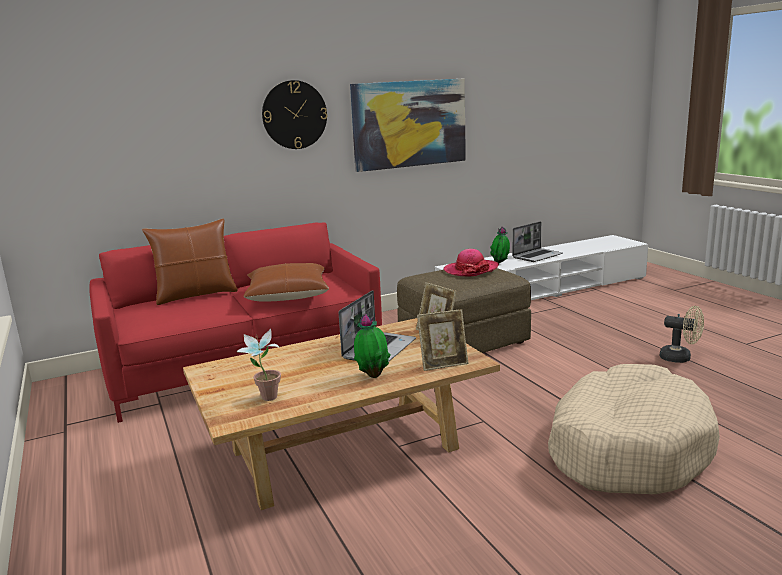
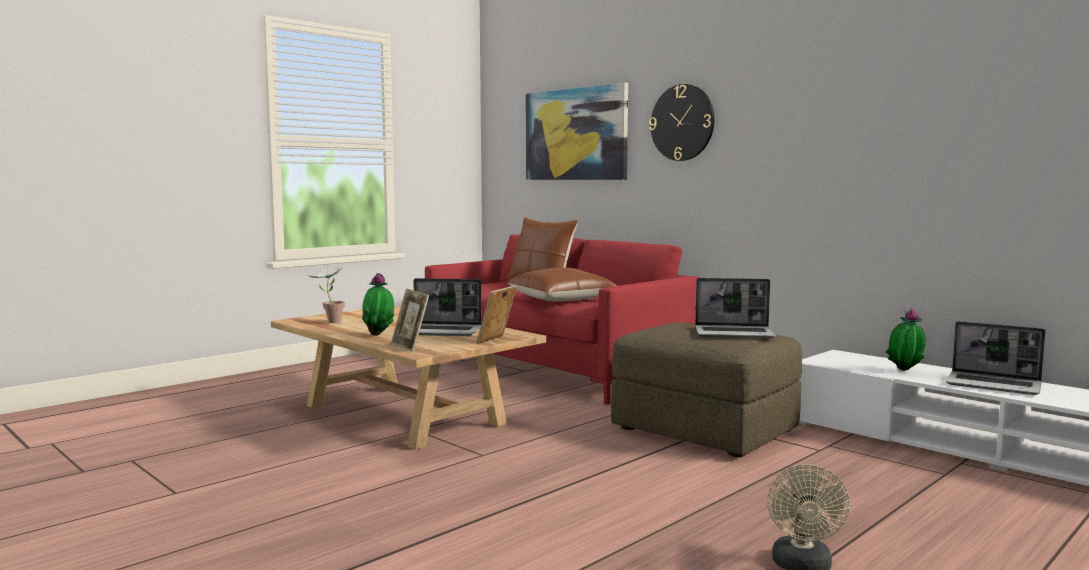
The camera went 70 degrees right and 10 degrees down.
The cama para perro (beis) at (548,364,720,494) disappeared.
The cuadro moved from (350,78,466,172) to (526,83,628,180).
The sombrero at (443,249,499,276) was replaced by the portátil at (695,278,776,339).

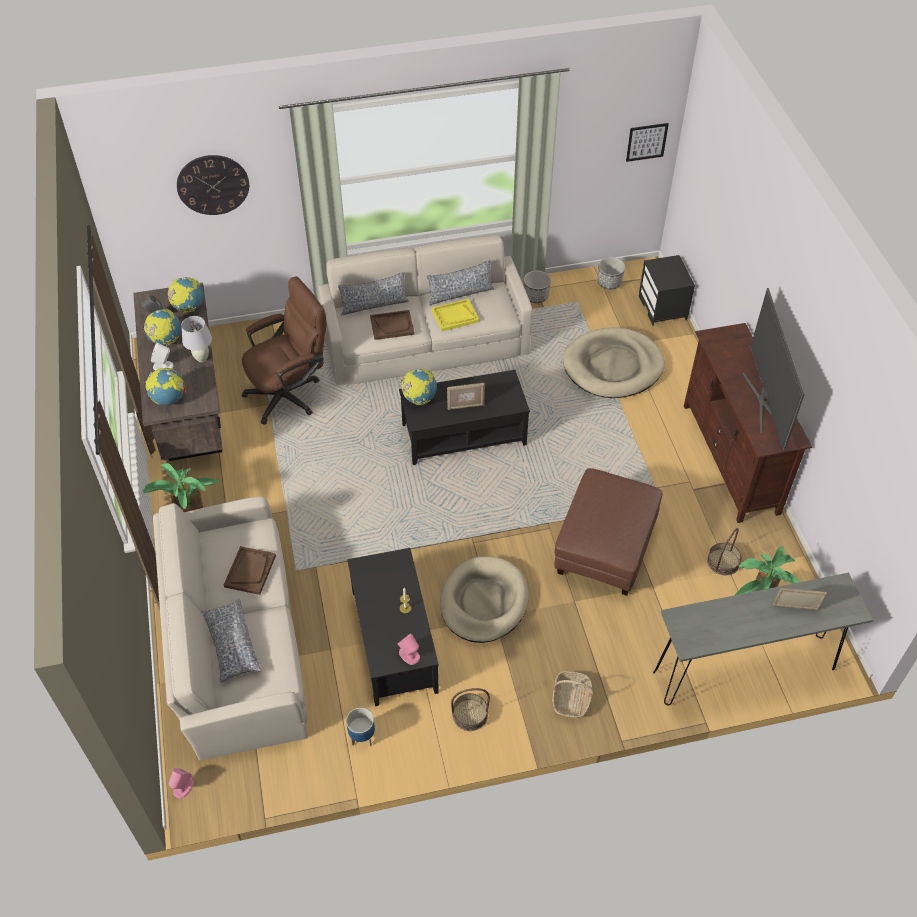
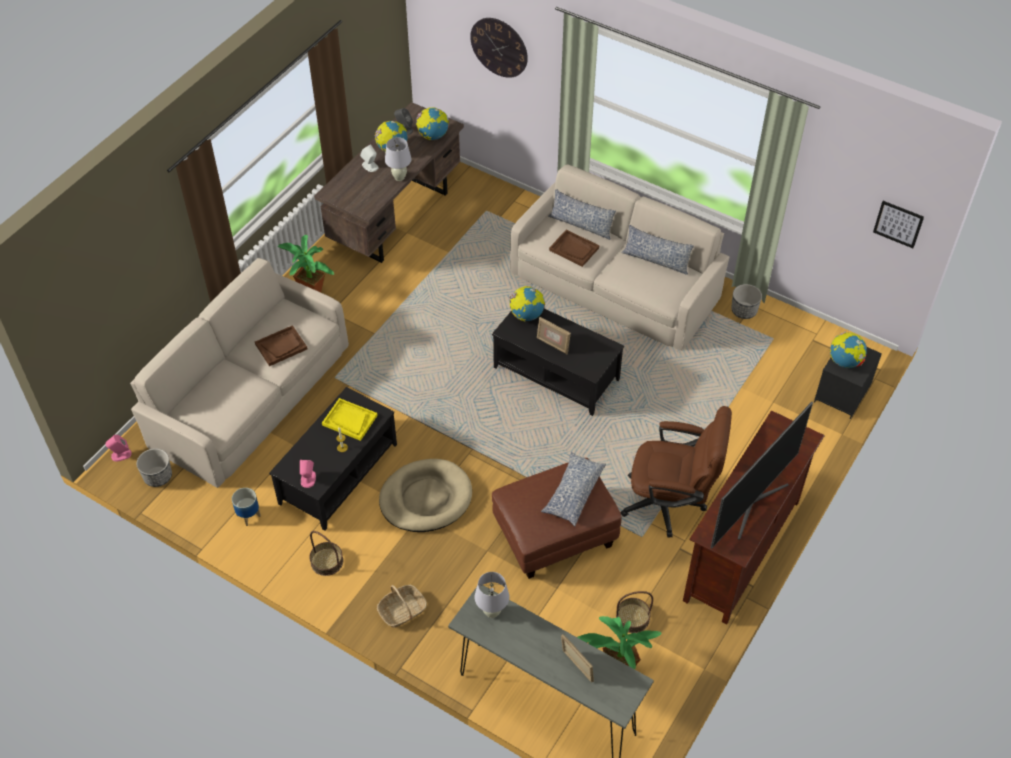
The camera went 45 degrees right and 0 degrees up.
The cama para perro (beis) at (563,327,665,398) disappeared.
The lámpara de mesa (blanco) at (475,572,509,618) appeared.
The globo terráqueo moved from (146,368,186,405) to (830,331,867,368).
The cojín moved from (201,598,261,682) to (541,452,606,526).
The silla de oficina (marrón) moved from (242,277,326,425) to (621,406,732,538).
The bandeja (amarillo) moved from (431,299,479,331) to (322,398,378,441).
The maceta moved from (597,257,625,290) to (136,448,172,487).

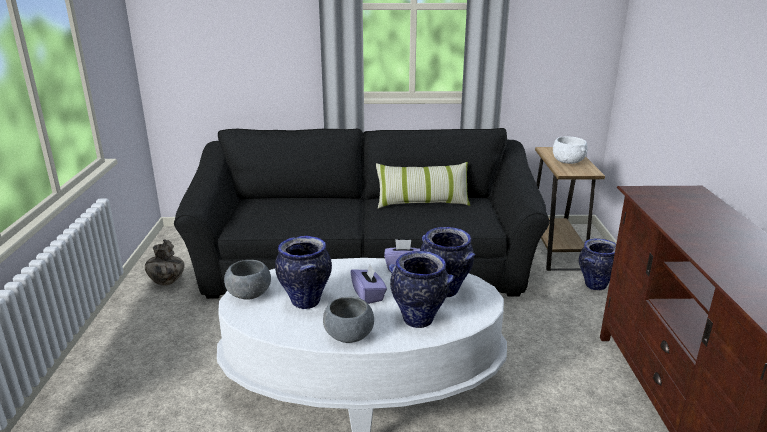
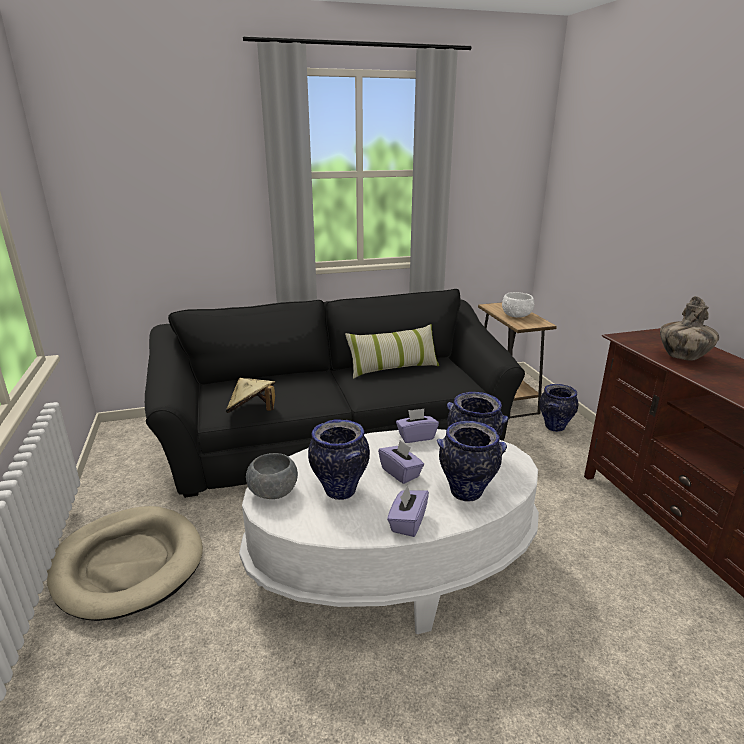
The camera went 15 degrees left and 0 degrees up.
The cama para perro (beis) at (47,506,203,621) appeared.
The sombrero (beis) at (226,378,276,413) appeared.
The florero moved from (145,240,185,286) to (660,296,719,361).
The cuenco (gris) at (323,297,374,343) was replaced by the caja de pañuelos (morado) at (387,485,429,537).

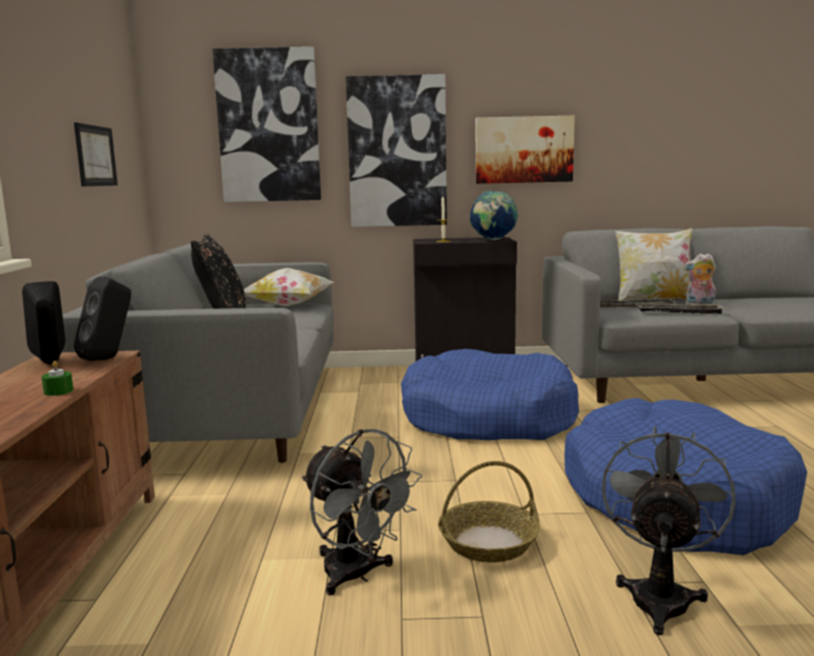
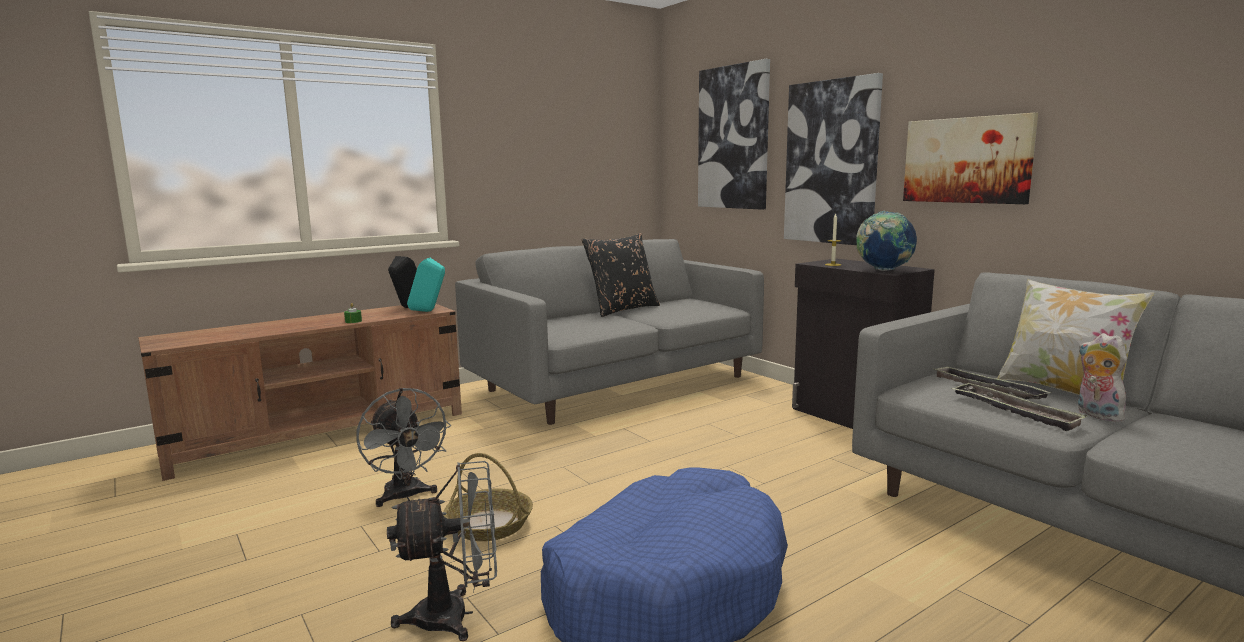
The camera went 55 degrees right and 0 degrees up.
The cuadro at (74,123,118,186) disappeared.
The cojín at (244,268,333,306) disappeared.
The cama para perro (azul) at (401,349,579,440) disappeared.
The altavoz (negro) at (74,277,131,361) became the altavoz (turquesa) at (407,258,445,312).
The ventilador (gris) at (302,429,422,595) turned 45 degrees counterclockwise.

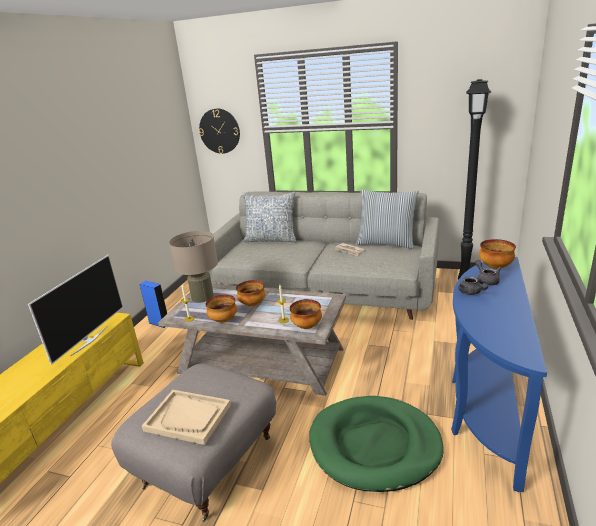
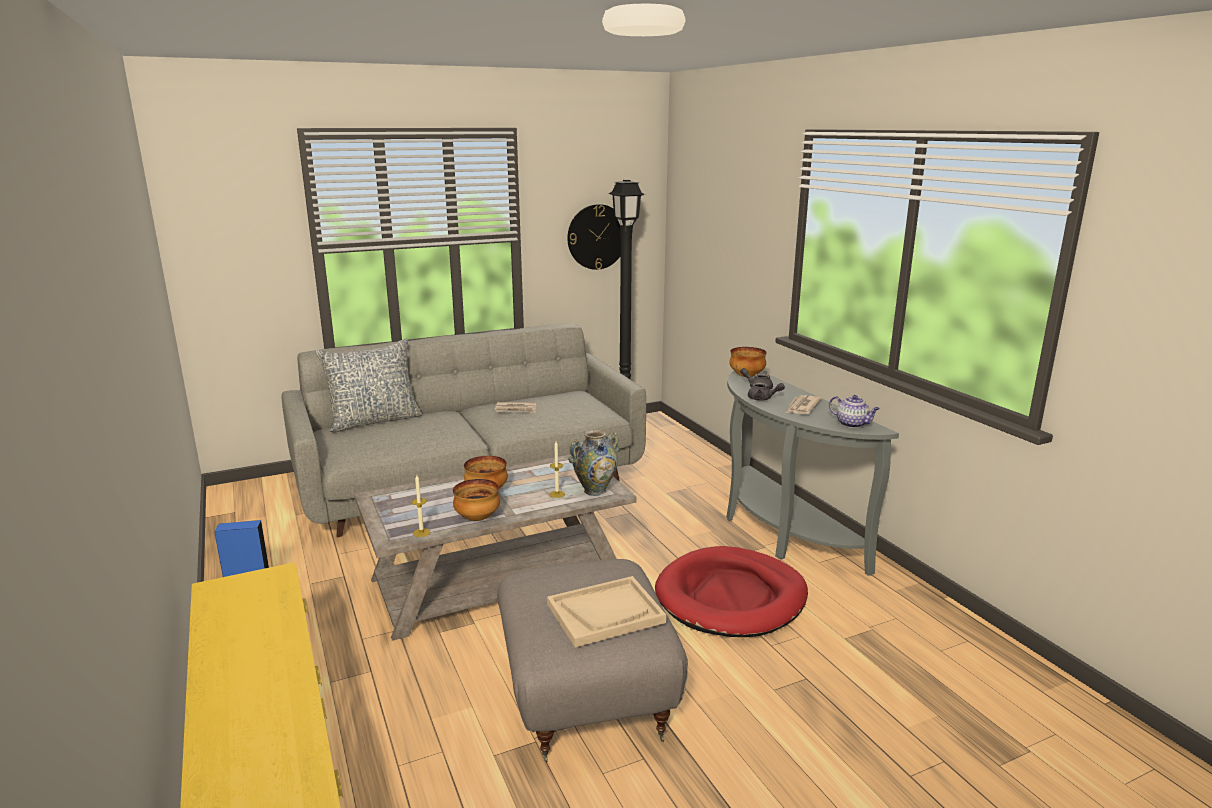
The camera went 45 degrees left and 5 degrees down.
The televisor at (28,255,123,365) disappeared.
The lámpara de mesa (beis) at (169,231,218,303) disappeared.
The cojín at (356,189,419,249) disappeared.
The periódico at (786,395,821,414) appeared.
The tetera at (829,395,880,428) appeared.
The reloj de pared moved from (199,109,240,154) to (567,204,621,270).
The cuenco at (290,299,322,329) was replaced by the florero at (568,430,620,496).
The cama para perro (verde) at (309,396,444,492) became the cama para perro (rojo) at (655,546,808,637).
The mesa consola (azul) at (451,257,547,492) became the mesa consola (gris) at (726,371,899,576).

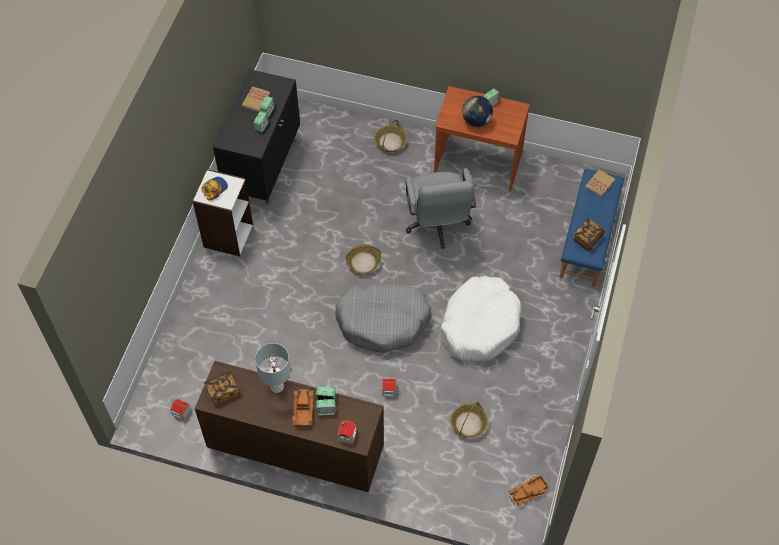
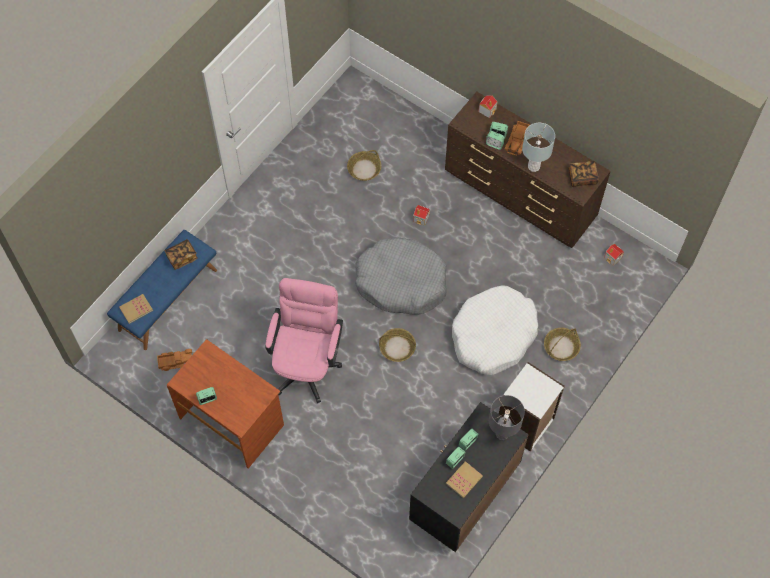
The camera went 160 degrees left and 5 degrees up.
The gorra at (201,177,228,201) disappeared.
The globo terráqueo at (462,96,493,127) disappeared.
The lámpara de mesa (gris) at (489,395,525,440) appeared.
The cesta moved from (374,120,407,152) to (544,328,581,361).
The cama para perro (blanco) moved from (439,276,522,362) to (452,285,538,375).
The camión de juguete moved from (509,475,548,506) to (157,349,192,371).
The silla de oficina (gris) at (406,168,476,249) became the silla de oficina (rosa) at (265,278,343,403).

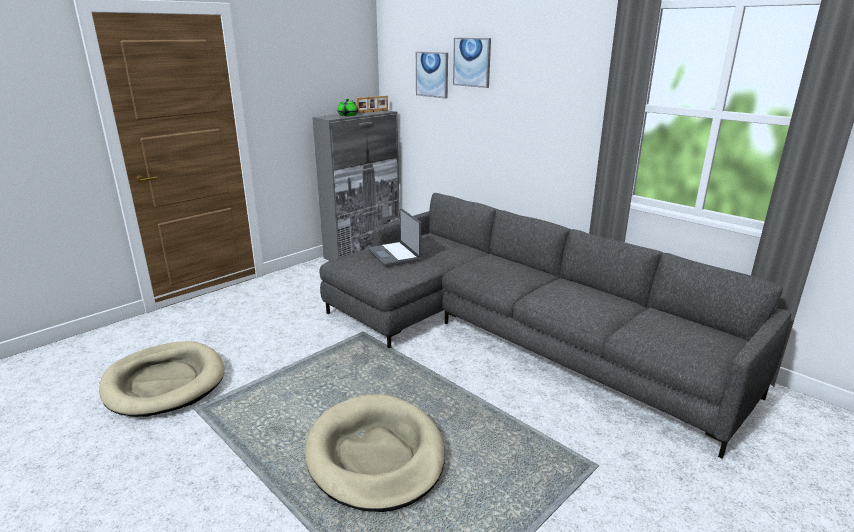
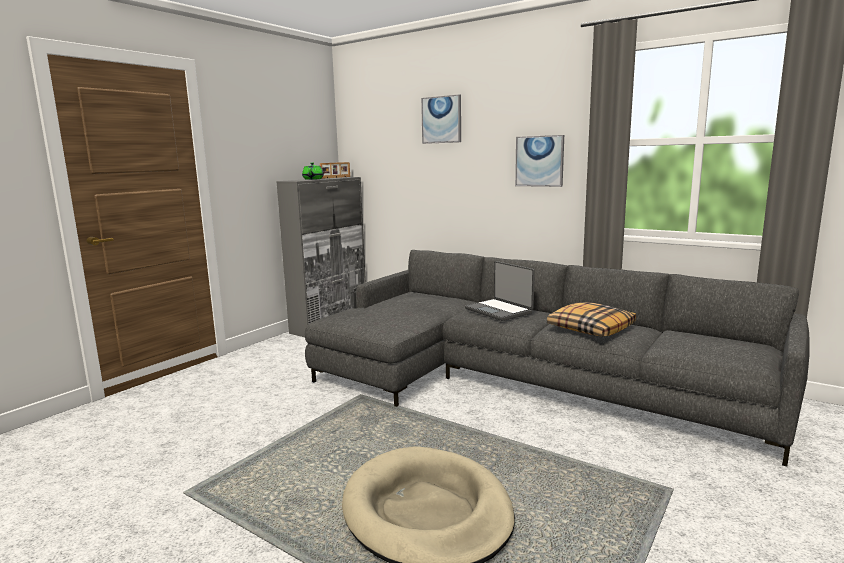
The camera went 10 degrees left and 10 degrees down.
The cama para perro (beis) at (99,341,225,417) disappeared.
The cojín at (547,302,636,336) appeared.
The portátil moved from (368,208,421,267) to (465,261,535,321).
The cuadro moved from (416,52,448,99) to (515,135,564,187).

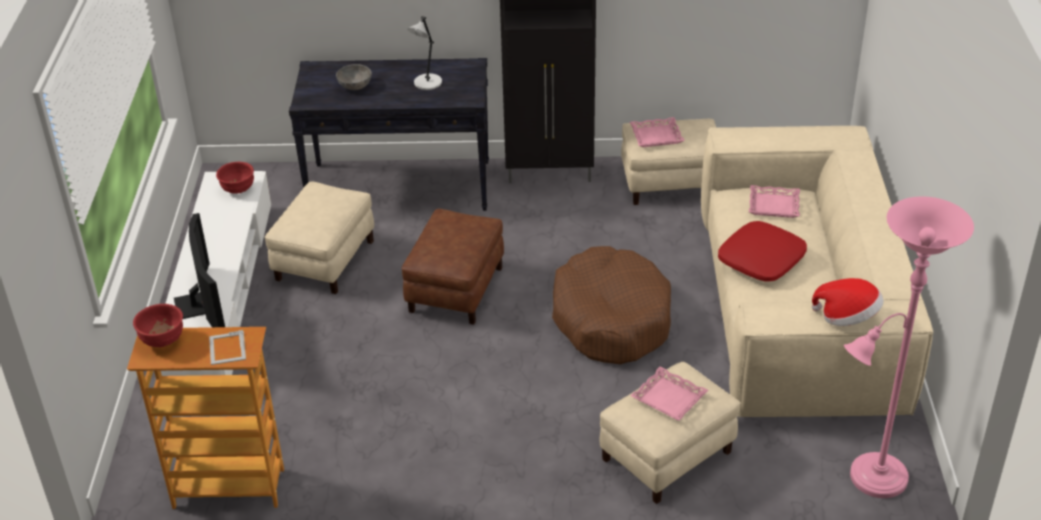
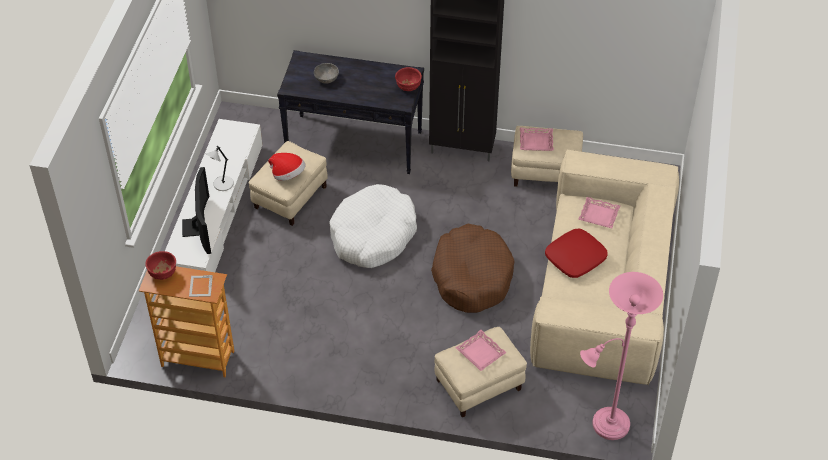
The camera went 10 degrees right and 10 degrees up.
The cuenco (rojo) moved from (216,162,254,194) to (395,67,422,91).
The lámpara de mesa (gris) moved from (407,16,442,90) to (206,146,234,191).
The sombrero moved from (812,278,884,326) to (268,153,306,181).
The puf (marrón) at (402,209,504,325) was replaced by the cama para perro (blanco) at (329,184,417,268).

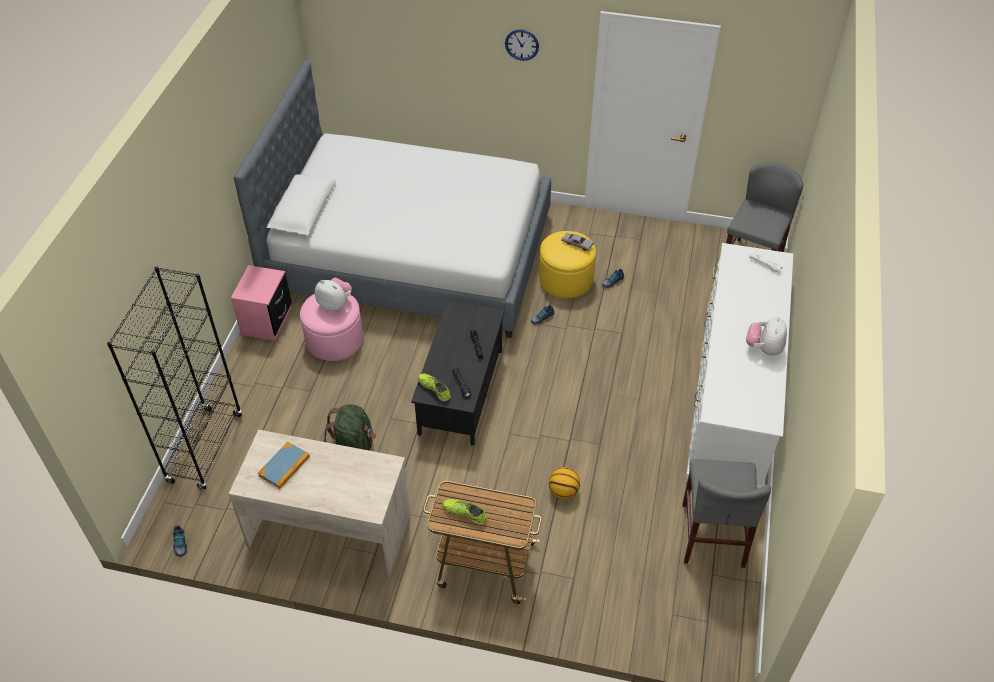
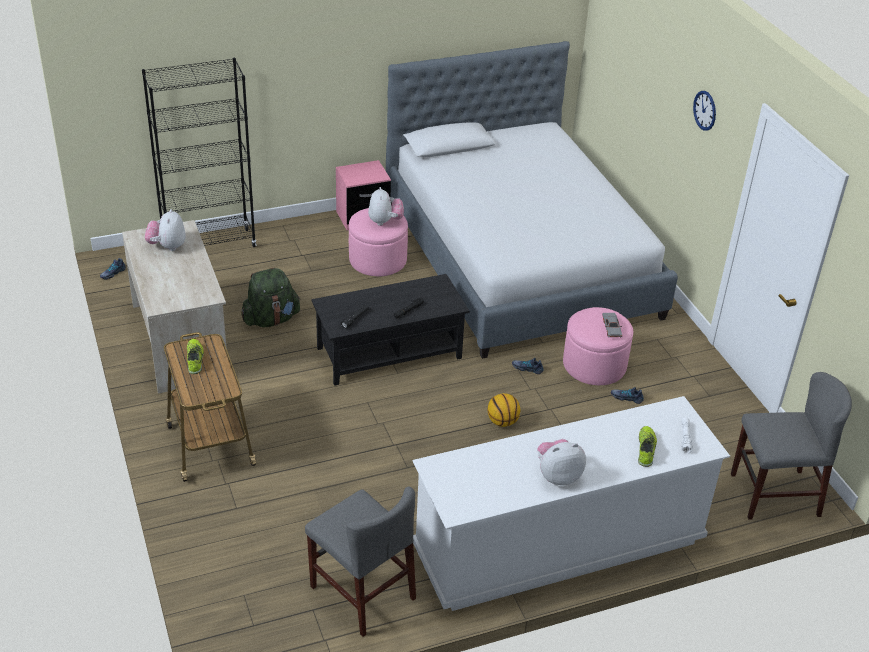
The camera went 55 degrees right and 10 degrees down.
The zapato moved from (418,374,451,402) to (638,426,657,467).
The balón de baloncesto moved from (549,467,580,500) to (488,393,520,427).
The libro at (258,442,310,489) was replaced by the peluche at (145,209,186,251).
The puf (amarillo) at (539,231,596,298) became the puf (rosa) at (563,307,633,385).
The silla (gris) at (682,459,771,568) turned 105 degrees counterclockwise.

